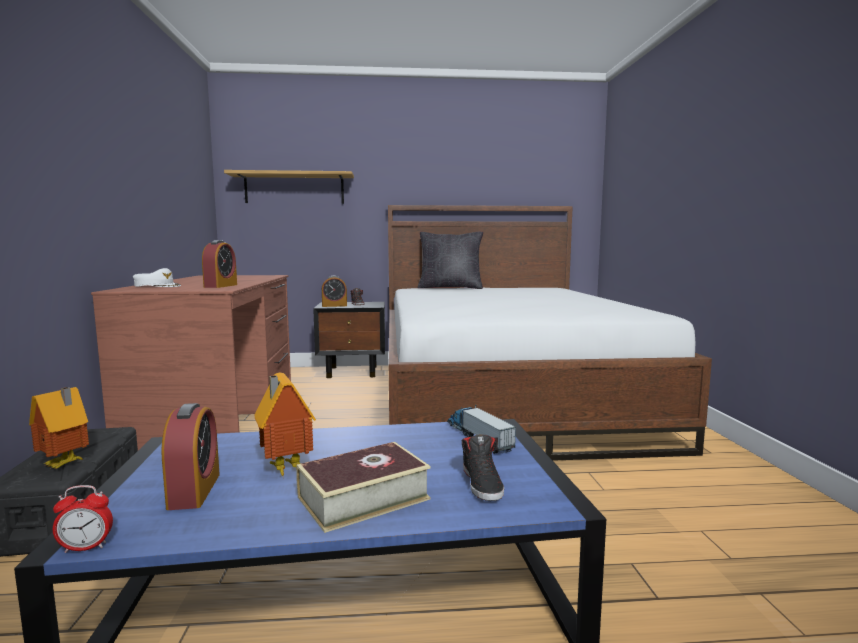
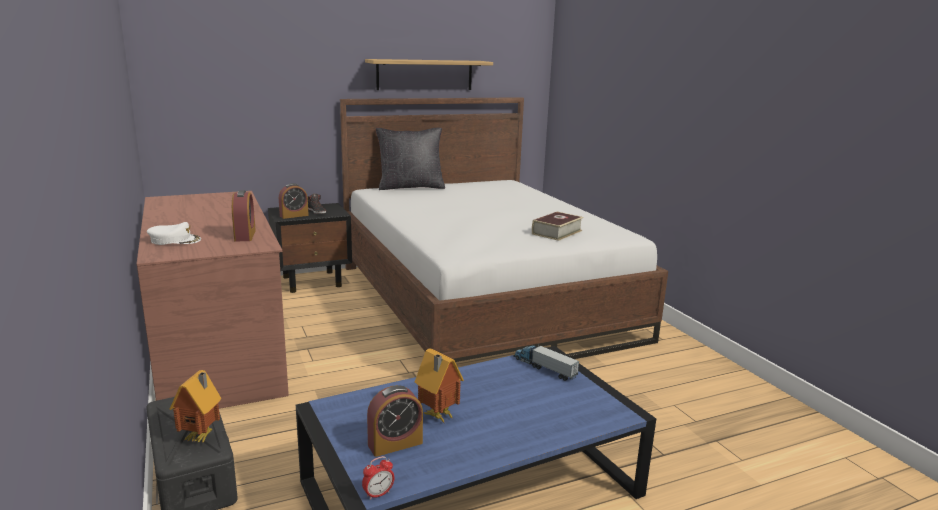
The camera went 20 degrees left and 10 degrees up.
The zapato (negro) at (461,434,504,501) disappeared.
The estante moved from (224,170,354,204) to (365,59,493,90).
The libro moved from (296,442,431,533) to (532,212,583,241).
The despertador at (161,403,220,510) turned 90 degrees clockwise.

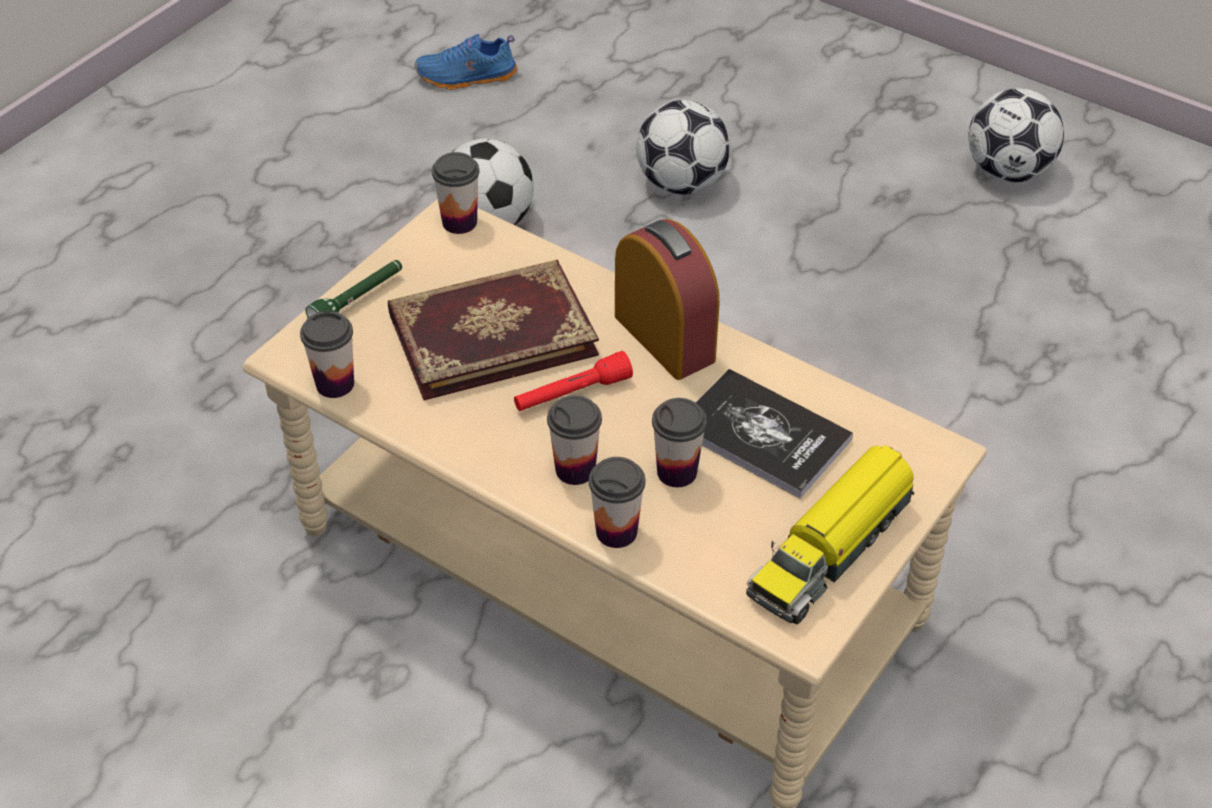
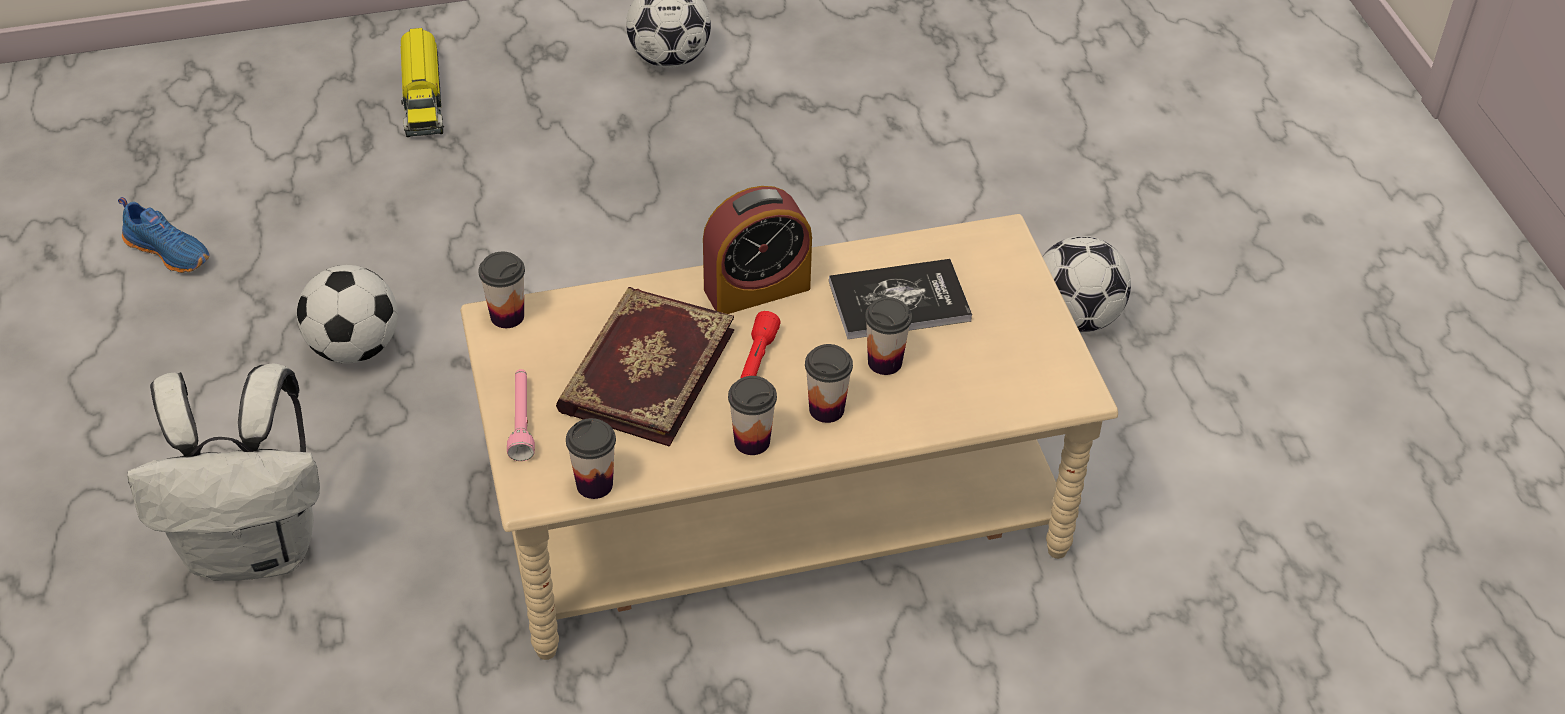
The camera went 50 degrees left and 0 degrees up.
The mochila (blanco) at (127,363,320,581) appeared.
The taza moved from (589,457,646,548) to (728,376,777,455).
The balón de fútbol moved from (636,100,730,195) to (1042,236,1131,333).
The camión de juguete moved from (746,445,914,624) to (401,28,444,137).
The linterna (verde) at (305,260,402,318) became the linterna (rosa) at (507,369,535,461).
The zapato (azul) at (414,34,517,90) turned 90 degrees counterclockwise.
The despertador at (615,219,720,380) turned 150 degrees clockwise.

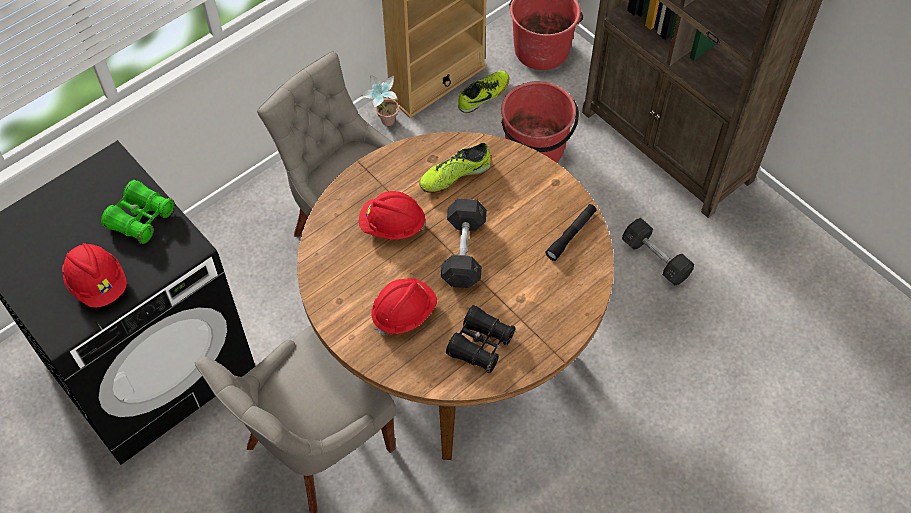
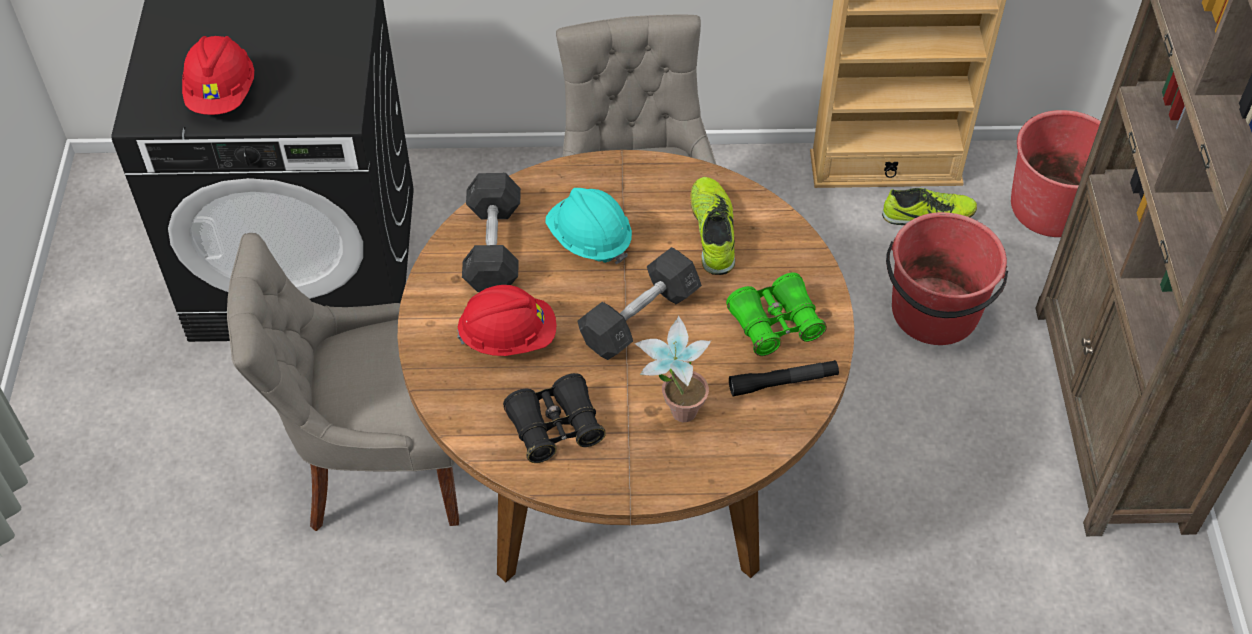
The camera went 40 degrees right and 5 degrees down.
The prismáticos (verde) moved from (101,180,175,244) to (726,273,827,356).
The planta en maceta moved from (361,75,399,126) to (634,315,711,422).
The mancuerna (gris) moved from (622,218,694,285) to (462,173,521,292).
The casco (rojo) at (359,191,426,240) became the casco (turquesa) at (545,188,632,264).
The zapato at (419,142,491,193) turned 75 degrees clockwise.

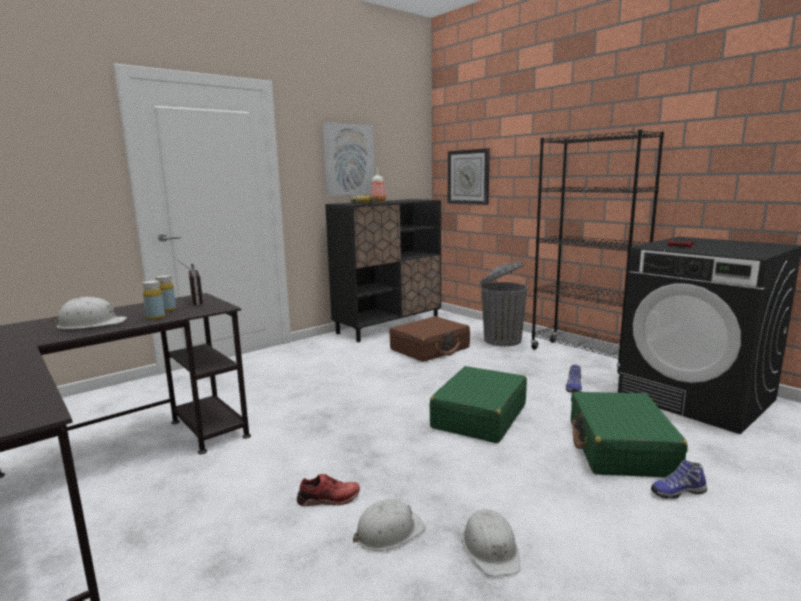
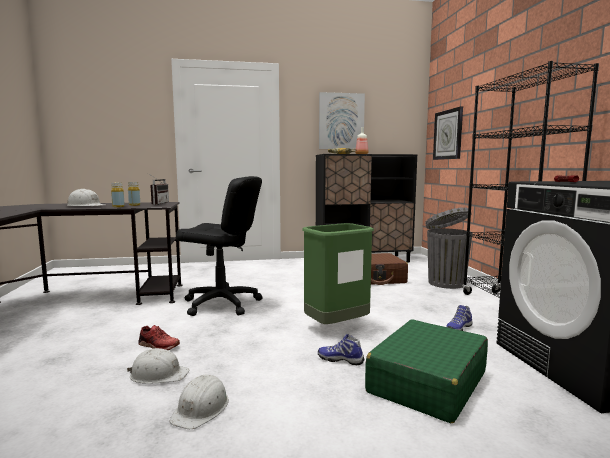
The camera went 30 degrees right and 5 degrees down.
The silla de oficina (negro) at (176,176,263,316) appeared.
The zapato moved from (651,460,707,499) to (318,334,364,365).
The maleta (verde) at (430,366,527,443) was replaced by the papelera (verde) at (302,223,374,324).

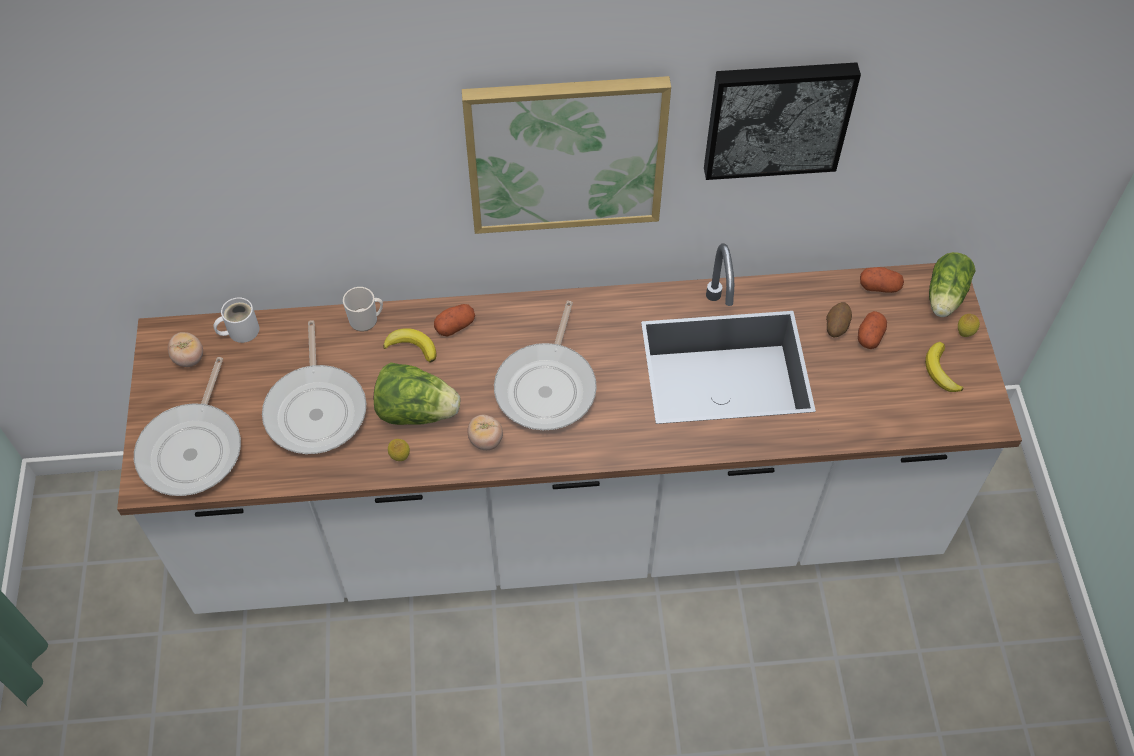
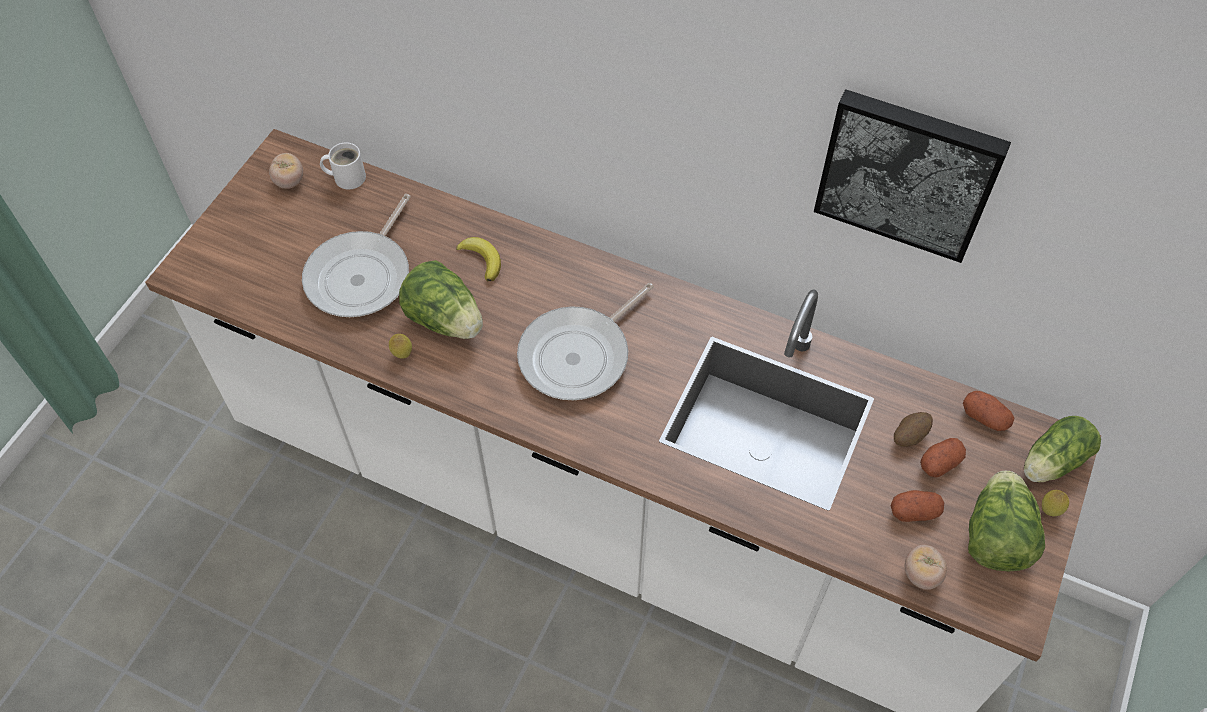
The camera went 30 degrees right and 0 degrees up.
The sartén at (134,357,241,496) disappeared.
The taza grande at (343,287,383,331) disappeared.
The cuadro at (462,76,671,234) disappeared.
The patata moved from (434,304,475,337) to (891,490,944,522).
The tomate moved from (468,415,503,450) to (905,545,947,590).
The plátano at (925,342,963,392) was replaced by the lechuga at (968,471,1045,571).

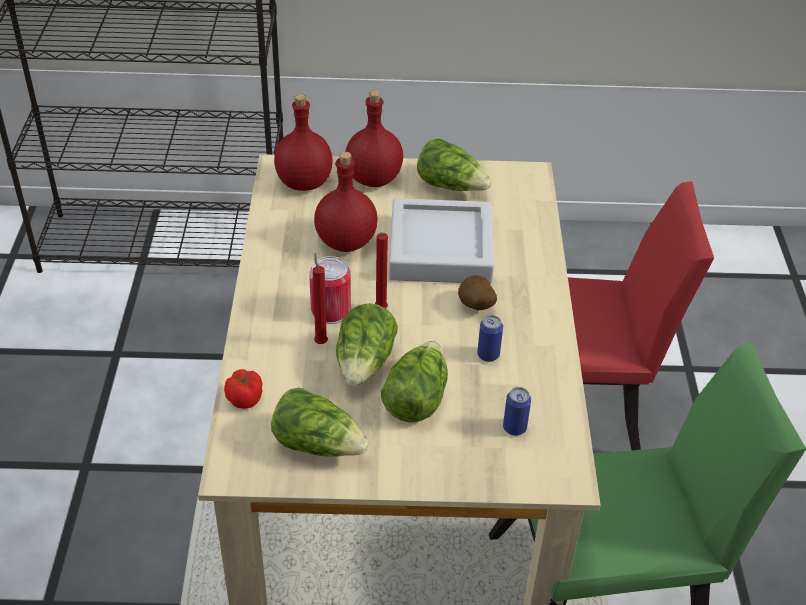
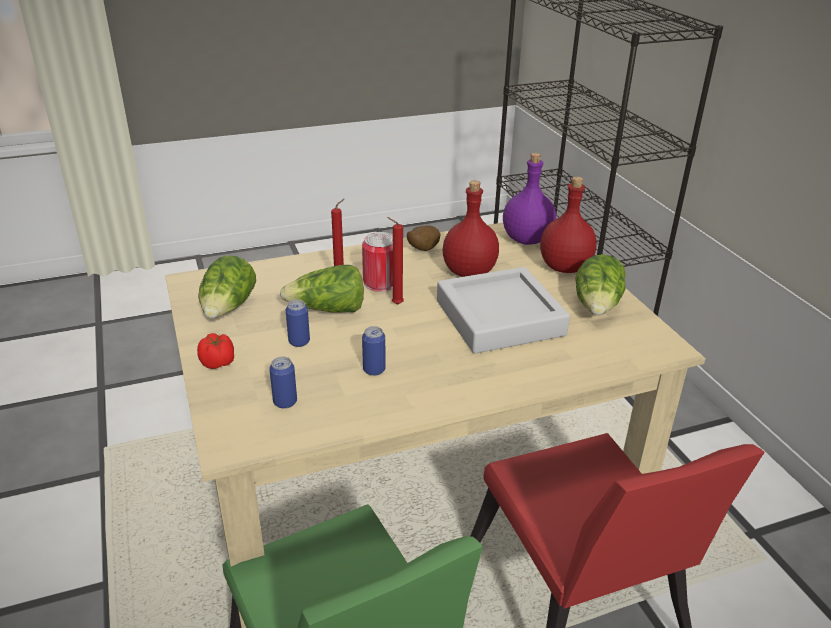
The camera went 70 degrees right and 10 degrees down.
The tomate moved from (224,369,262,409) to (197,333,234,369).
The patata moved from (458,275,497,310) to (407,225,440,251).
The lechuga at (381,341,448,422) was replaced by the lata at (286,300,310,347).
The botella (rojo) at (274,94,333,191) became the botella (morado) at (503,153,556,245).

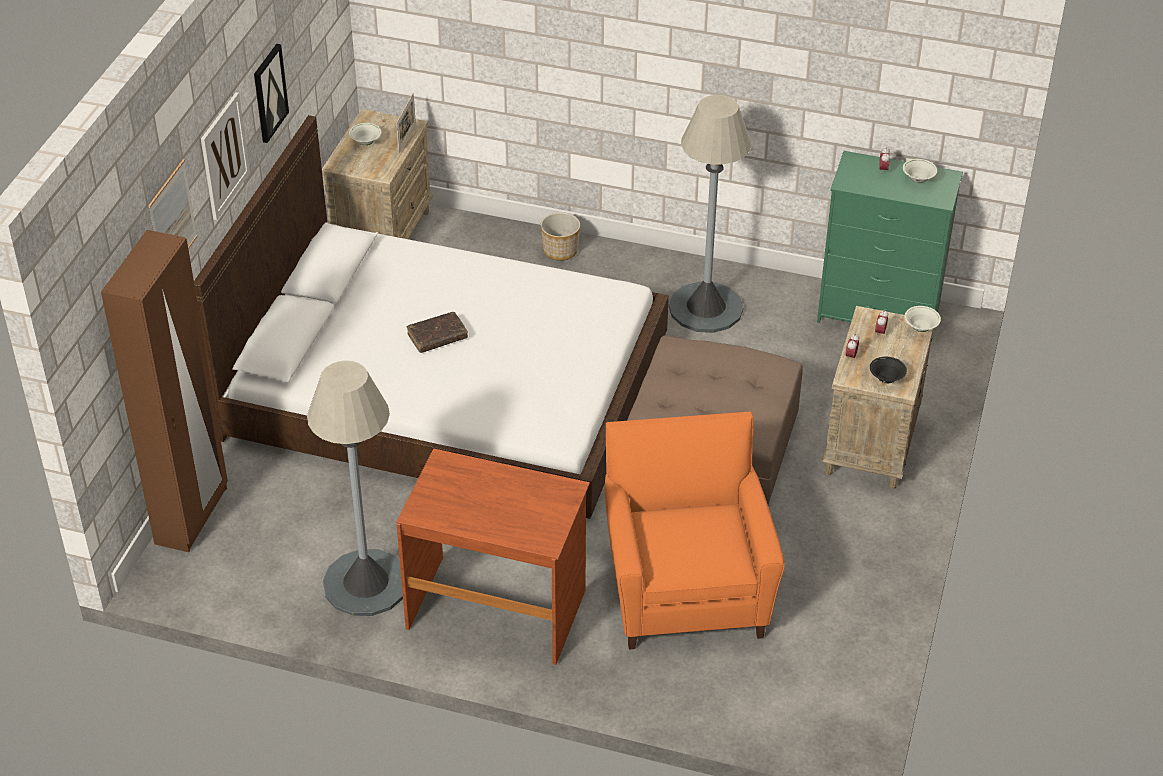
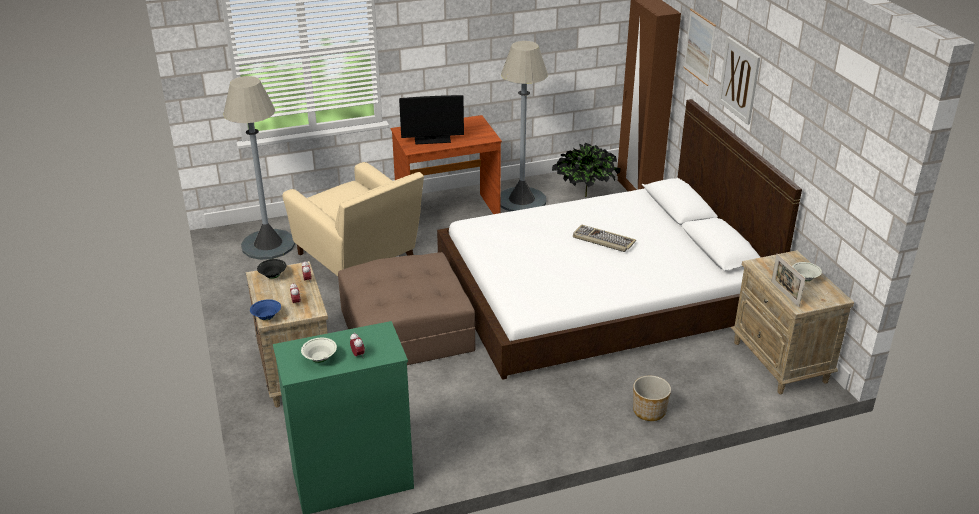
The camera went 145 degrees right and 10 degrees down.
The cuadro at (254,44,289,143) disappeared.
The monitor at (399,95,464,145) appeared.
The planta en maceta at (552,143,620,197) appeared.
The lámpara de pie (gris) moved from (669,95,751,333) to (223,76,296,260).
The libro (marrón) at (407,312,468,353) was replaced by the teclado at (573,225,636,252).
The sillón (naranja) at (605,412,785,650) became the sillón (beis) at (282,162,424,276).
The cuenco (blanco) at (905,306,941,332) became the cuenco (azul) at (250,299,281,320).

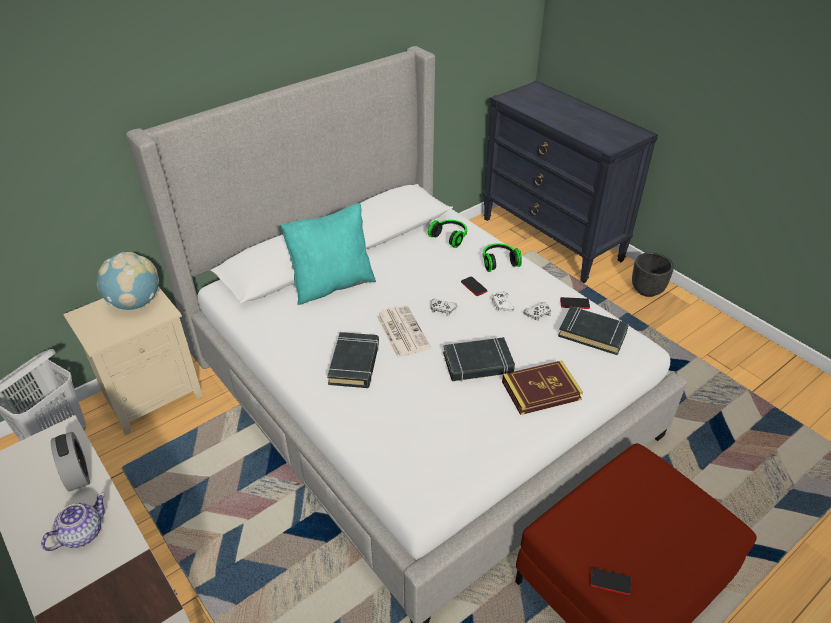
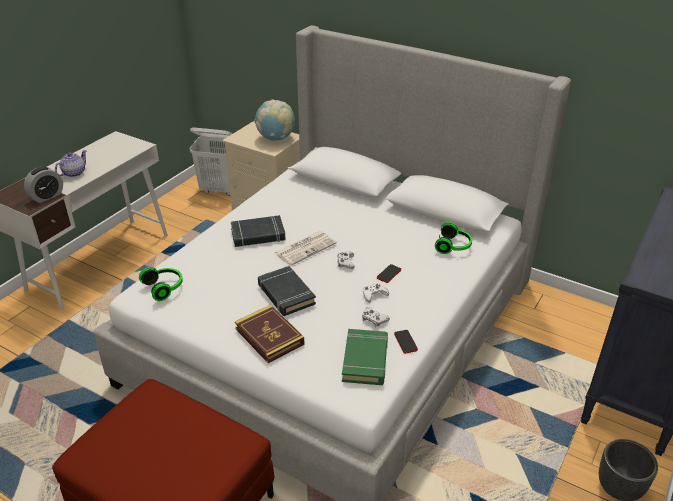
The camera went 70 degrees right and 5 degrees down.
The cojín (turquesa) at (280,203,376,305) disappeared.
The móvil at (591,568,631,595) disappeared.
The despertador moved from (51,432,90,491) to (24,166,63,203).
The auriculares moved from (483,243,522,272) to (139,267,183,301).
The libro (negro) at (558,306,629,355) became the libro (verde) at (342,329,388,385).
The tetera at (41,493,106,551) turned 75 degrees counterclockwise.

